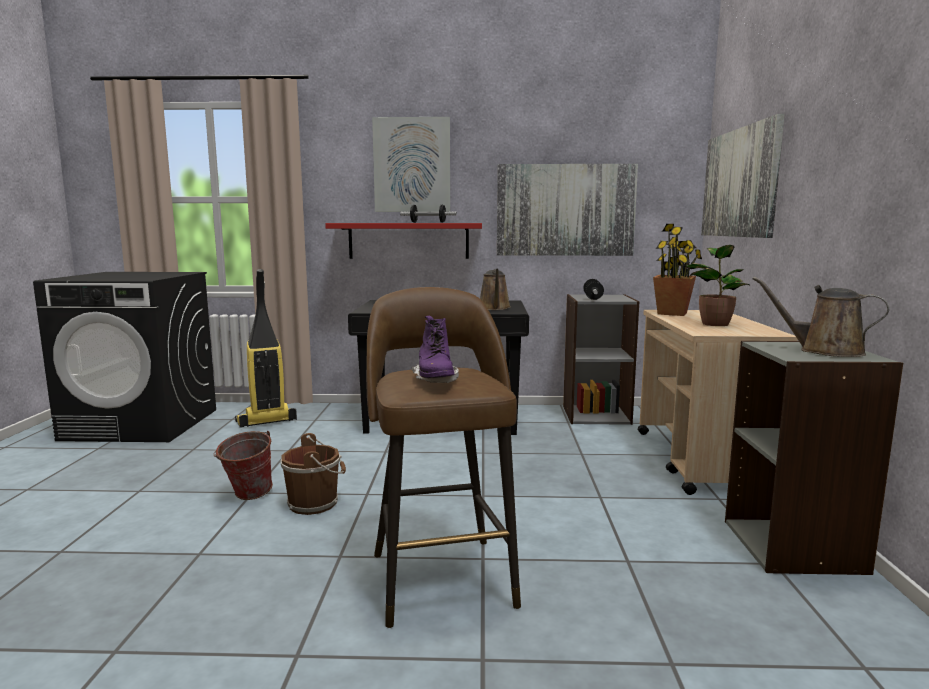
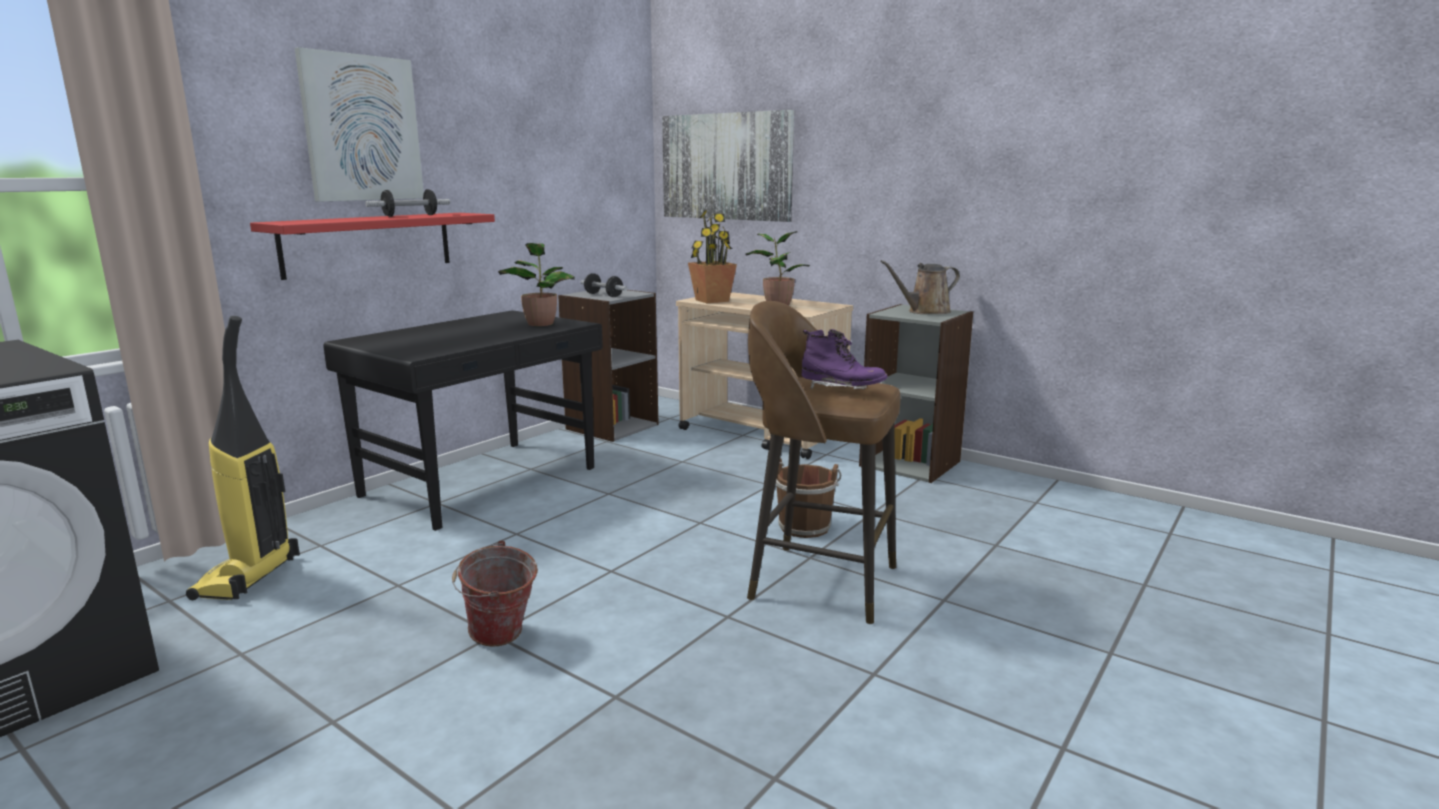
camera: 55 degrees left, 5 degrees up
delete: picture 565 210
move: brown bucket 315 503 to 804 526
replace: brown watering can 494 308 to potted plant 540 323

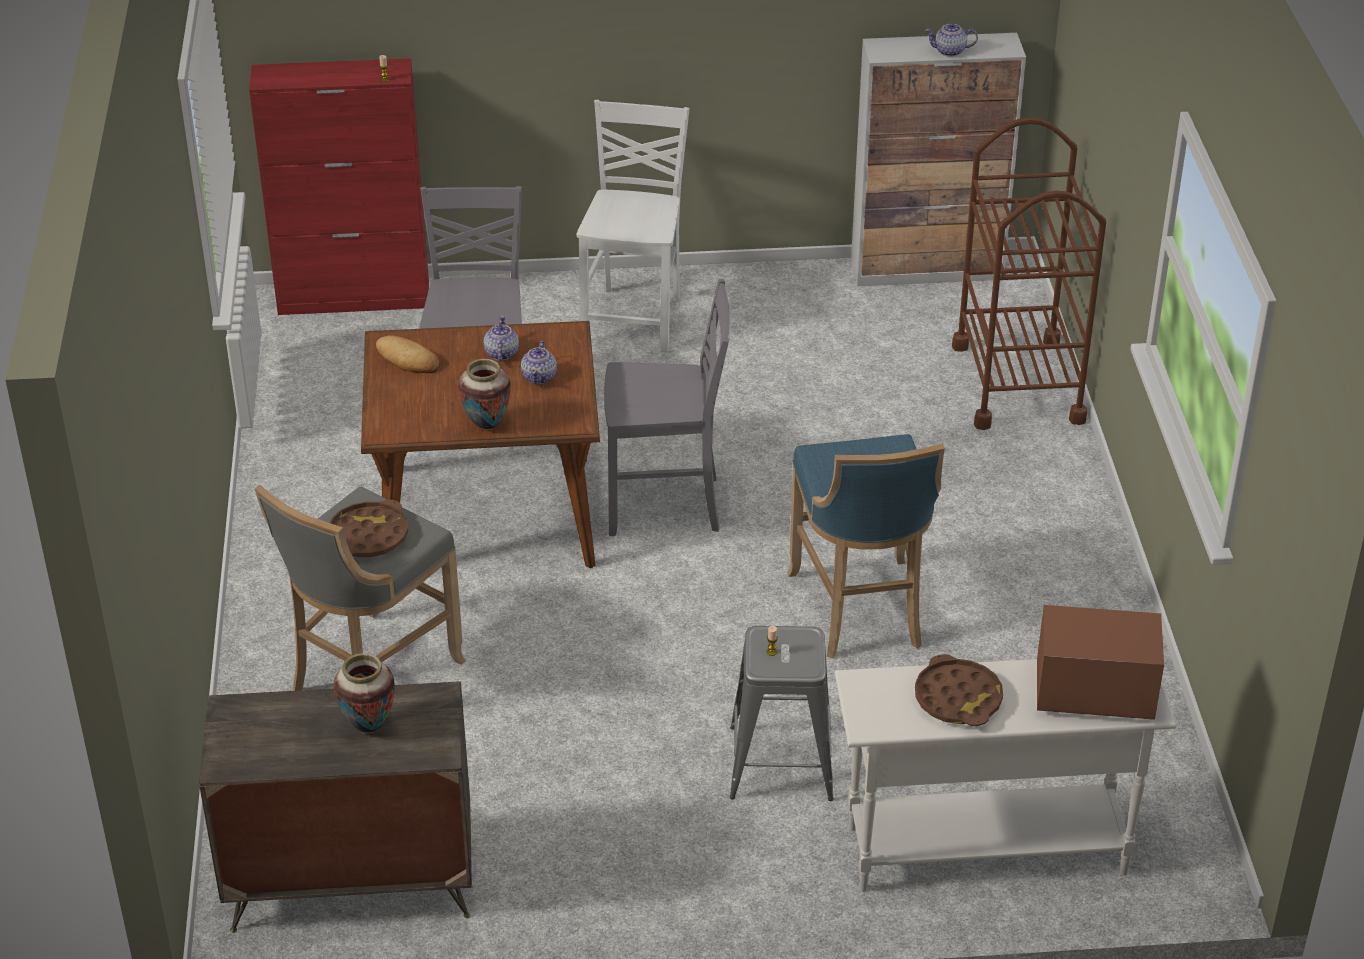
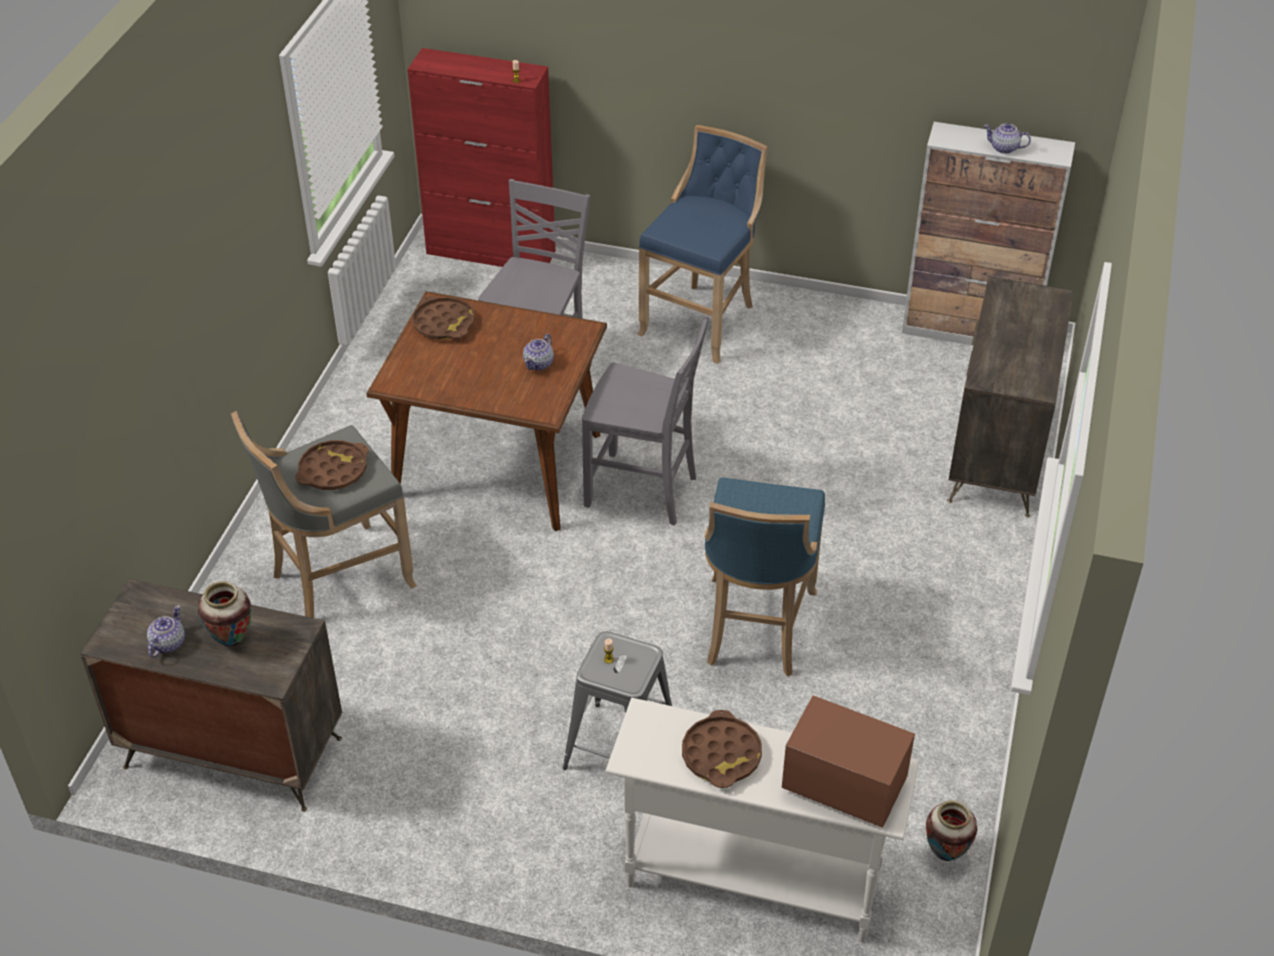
camera: 20 degrees right, 5 degrees up
move: vase 486 426 to 945 854; teapot 501 353 to 167 644
replace: bread 407 359 to brown tray 444 323; white chair 635 318 to blue stool 702 320; brown cart 1018 383 to dresser 997 453

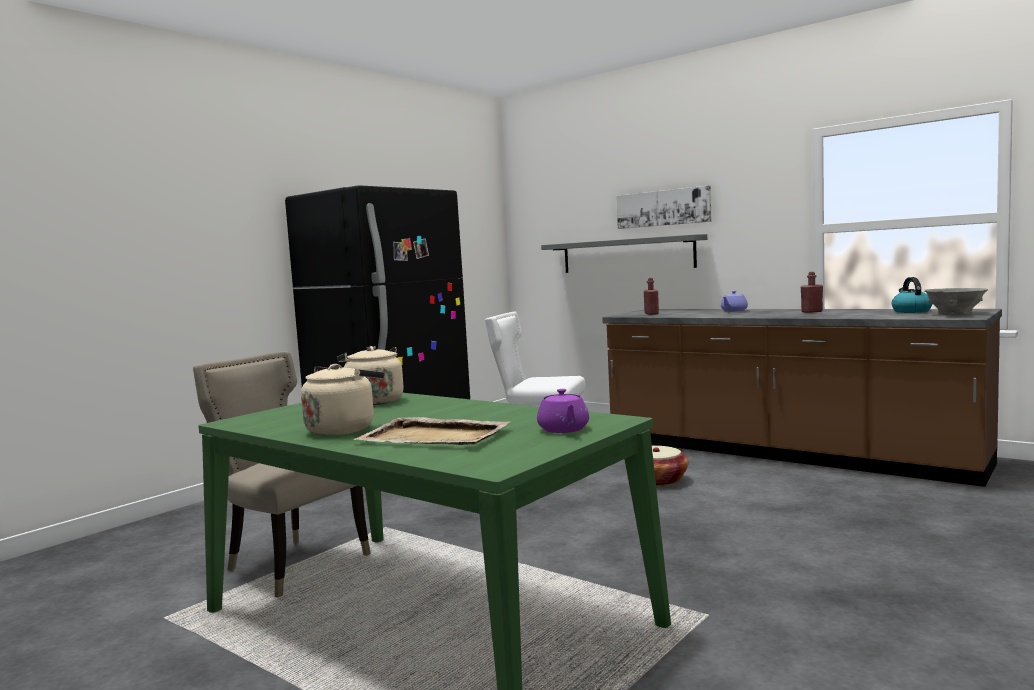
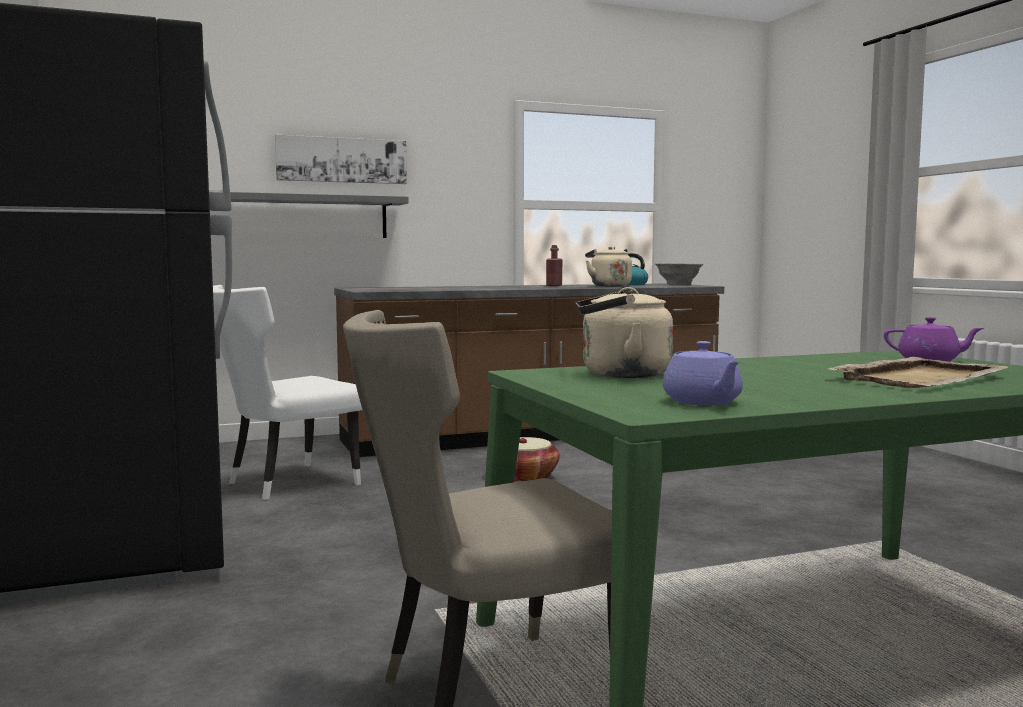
camera: 60 degrees left, 0 degrees up
delete: red bottle 651 314
move: beige kettle 343 429 to 609 286; purple teapot 733 311 to 703 402

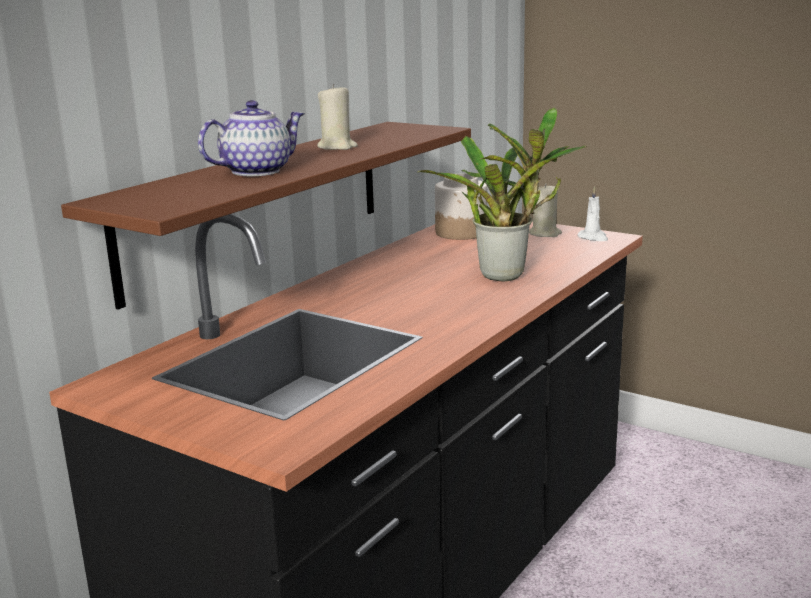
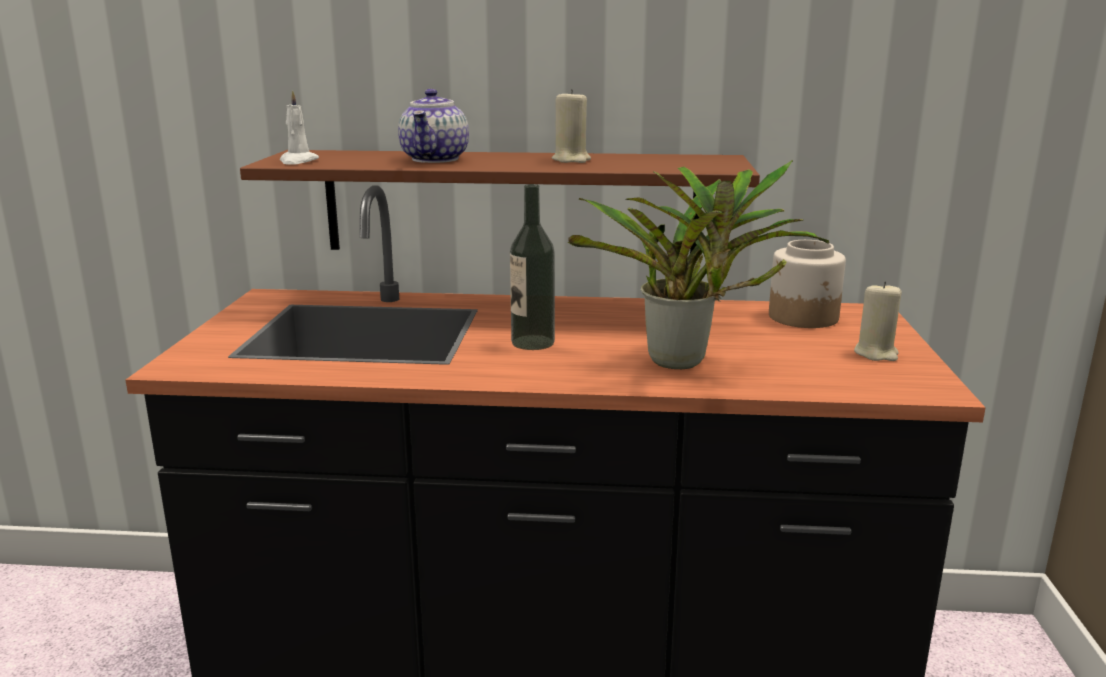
camera: 60 degrees right, 0 degrees up
insert: bottle 532 342
move: white candle 593 238 to 298 161
rotate: teapot 256 171 = 435 159 75 degrees clockwise

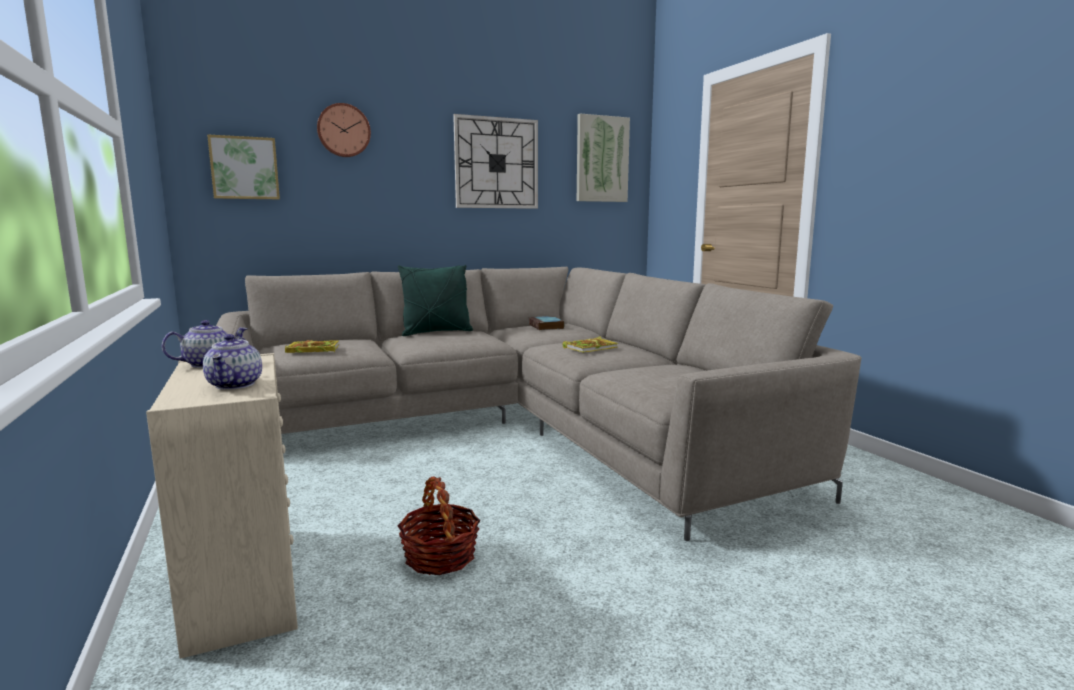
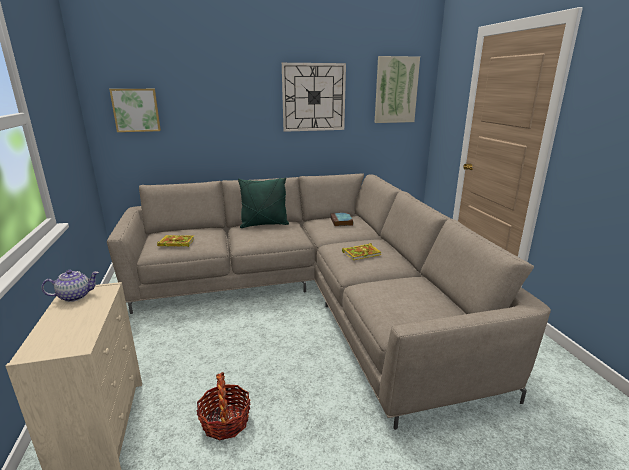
camera: 10 degrees right, 10 degrees up
delete: teapot 235 385; wall clock 343 130

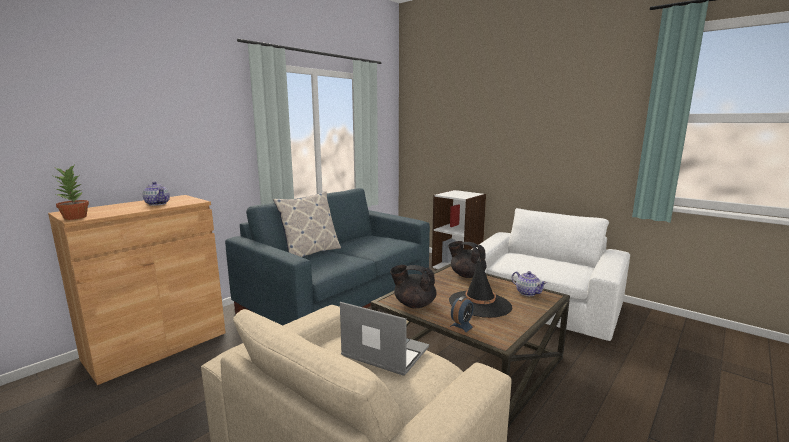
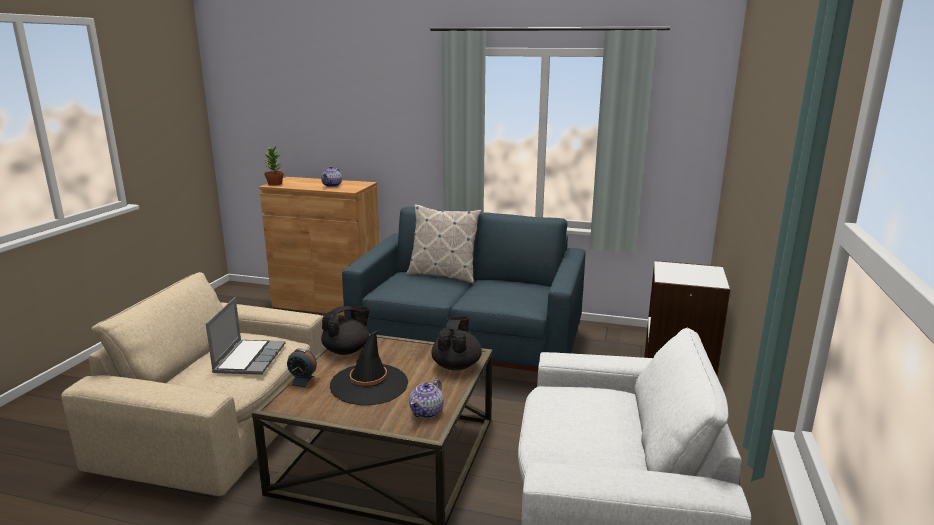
camera: 65 degrees right, 5 degrees up
rotate: black teapot 414 304 = 347 350 60 degrees clockwise

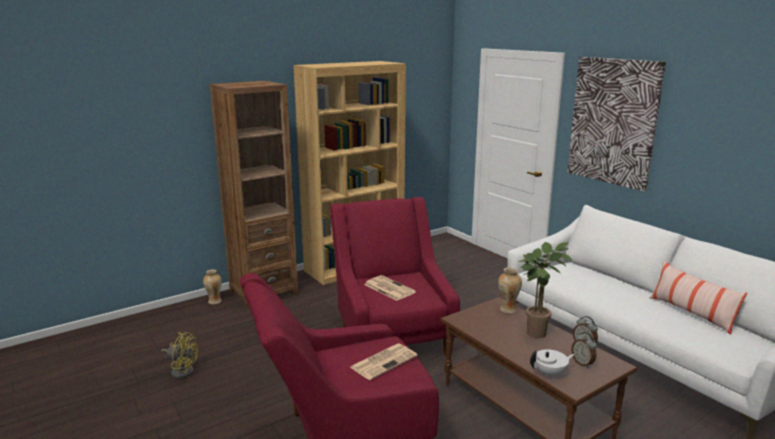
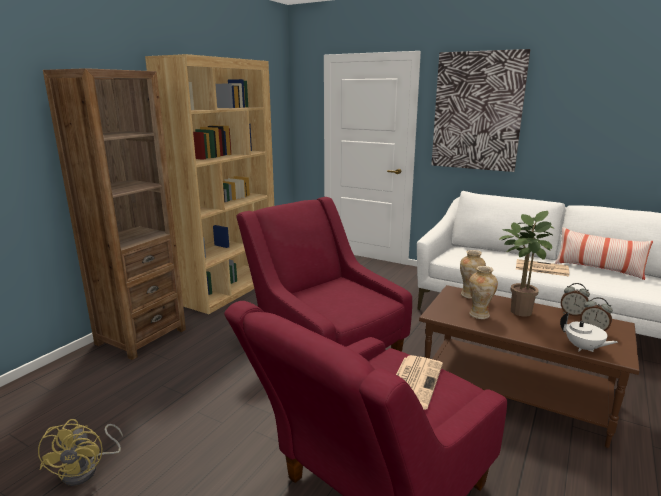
camera: 25 degrees left, 0 degrees up
move: vase 214 301 to 479 315; newspaper 388 288 to 540 268
rotate: yellow fan 181 370 = 87 469 90 degrees clockwise; white teapot 550 373 = 583 348 90 degrees clockwise

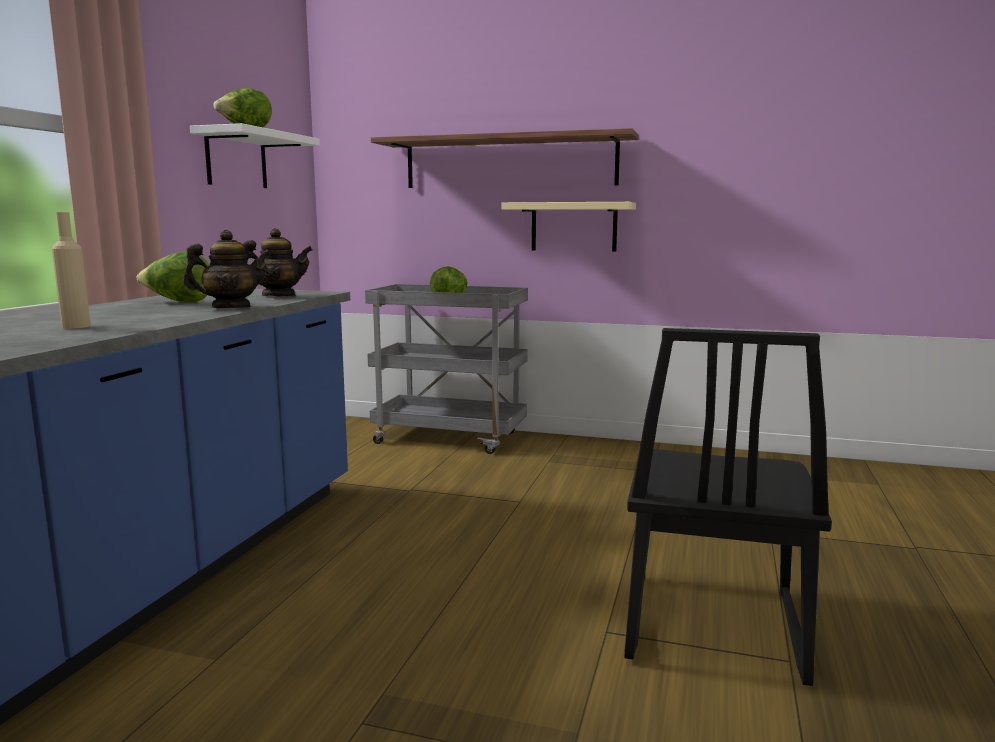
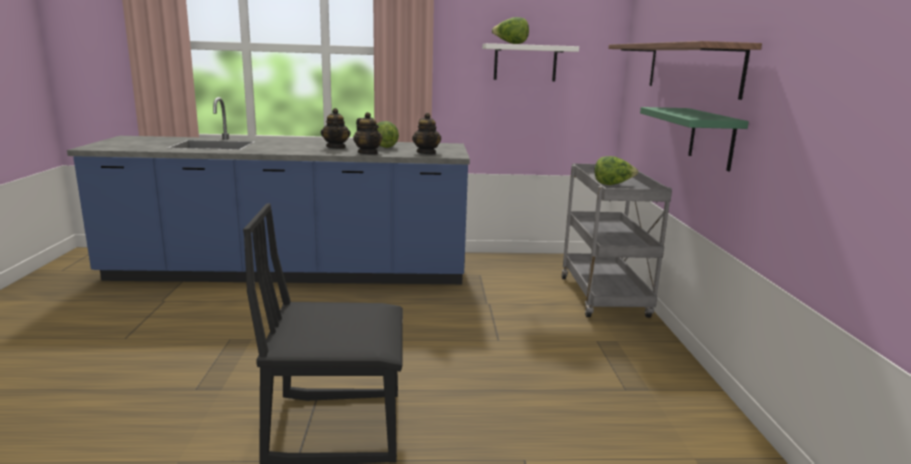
camera: 70 degrees right, 5 degrees up
delete: beige bottle 76 326
insert: teapot 336 147
recolor: beige shelf 574 227 to green shelf 712 138

